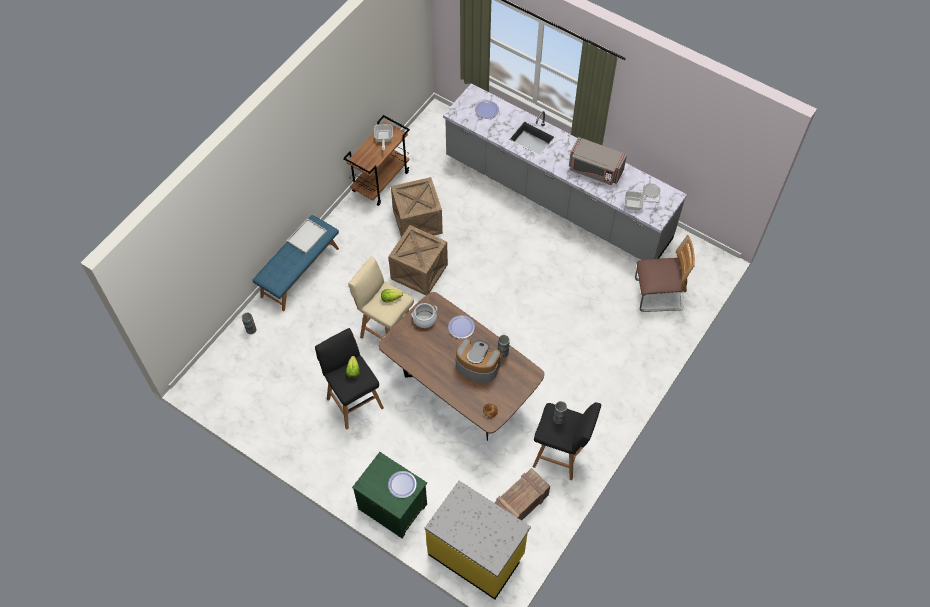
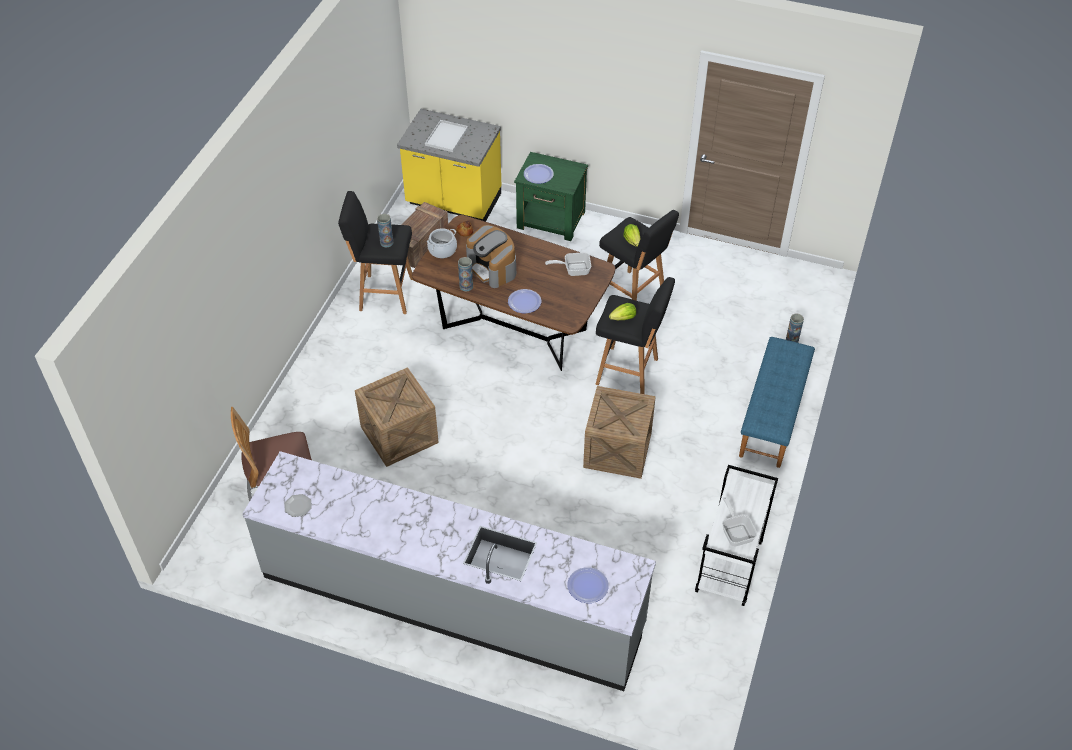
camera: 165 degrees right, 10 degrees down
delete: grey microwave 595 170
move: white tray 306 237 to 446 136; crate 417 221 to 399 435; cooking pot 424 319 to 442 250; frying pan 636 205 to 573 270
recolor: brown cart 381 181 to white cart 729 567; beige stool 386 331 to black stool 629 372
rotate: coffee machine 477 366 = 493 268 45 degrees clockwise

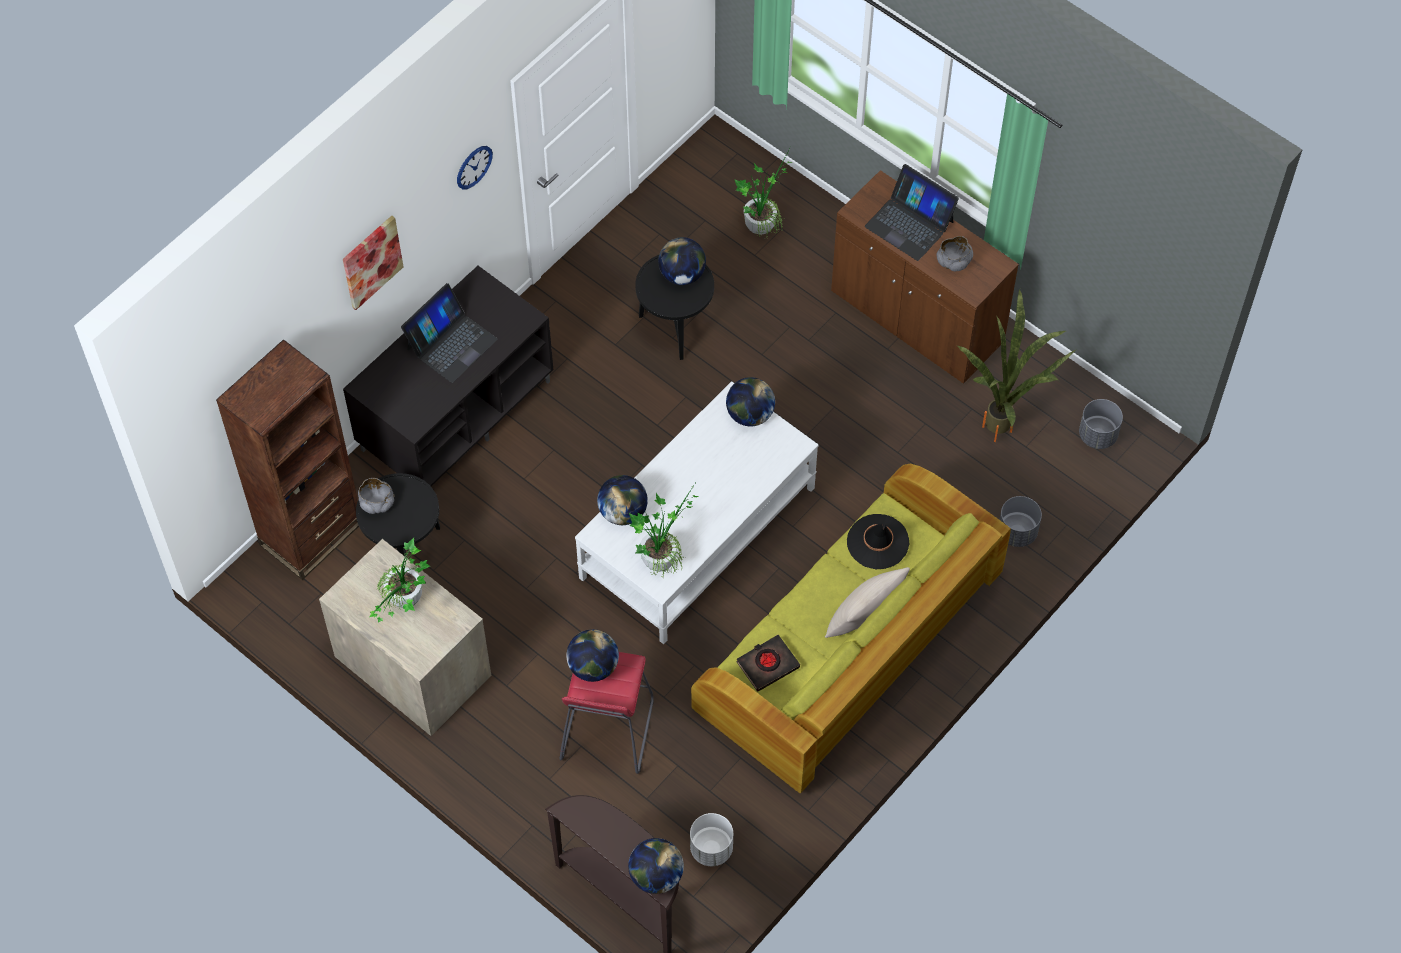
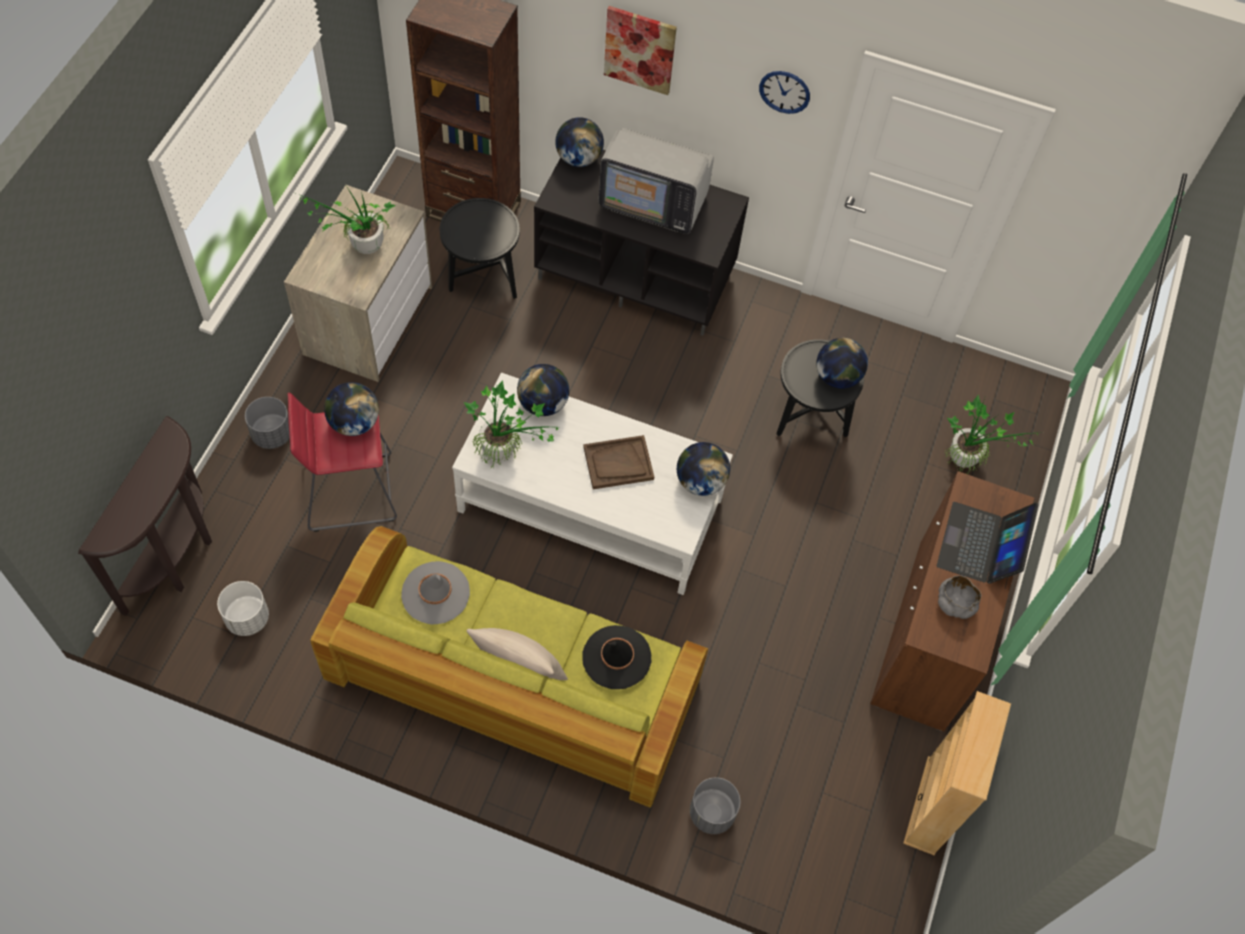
camera: 65 degrees right, 0 degrees up
delete: grey bowl 377 502; potted plant 1005 427
insert: brown tray 618 463; beige bookcase 931 805
move: globe 656 876 to 578 158; grey planter 1097 435 to 272 434
replace: laptop 451 343 to television 653 202; black book 767 664 to grey hat 435 593

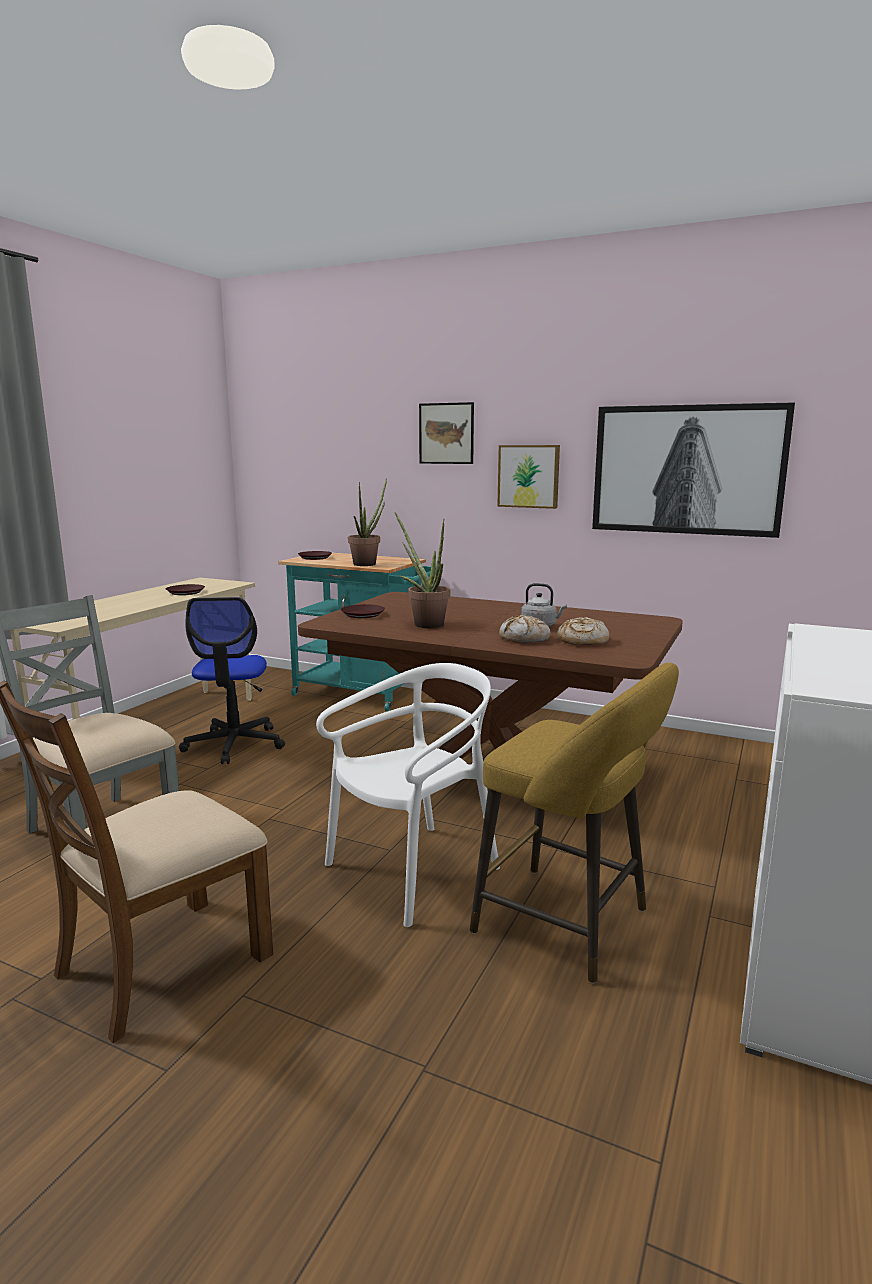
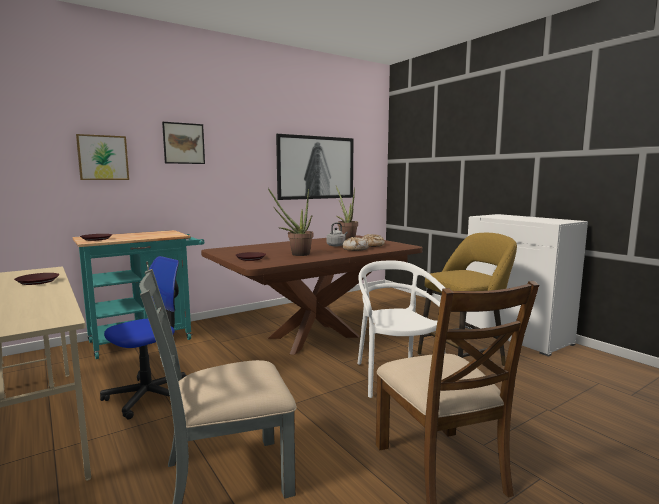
camera: 60 degrees left, 5 degrees down
move: potted plant 368 563 to 346 239; picture 529 476 to 103 157
rotate: office chair 234 744 = 149 396 75 degrees counterclockwise

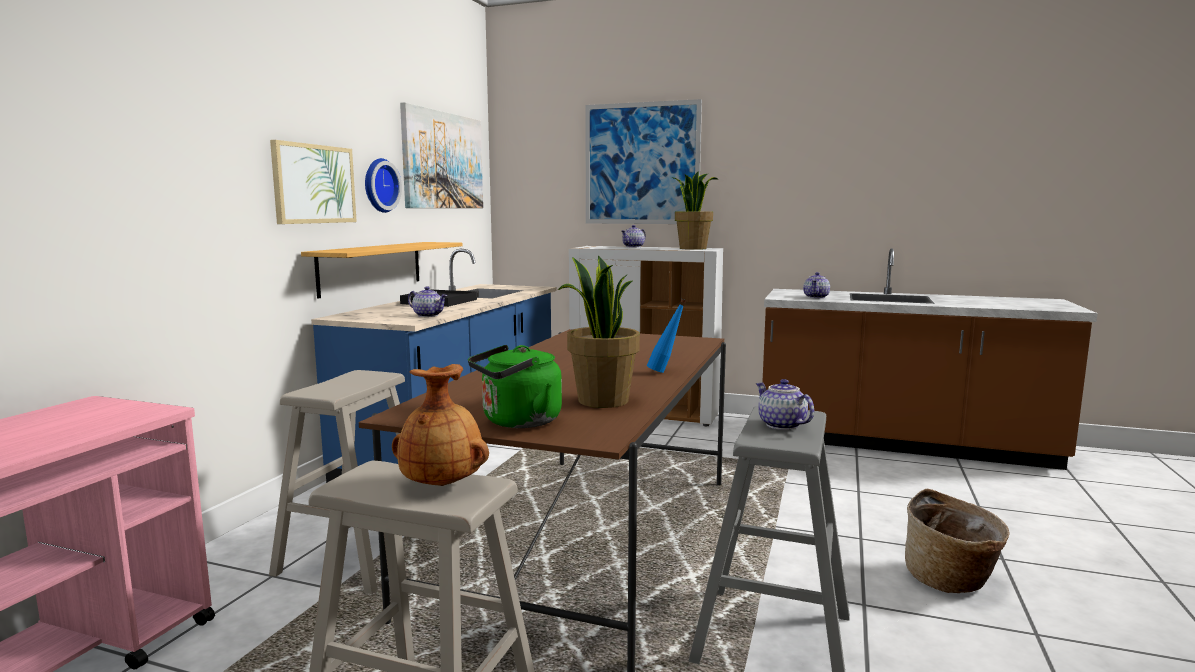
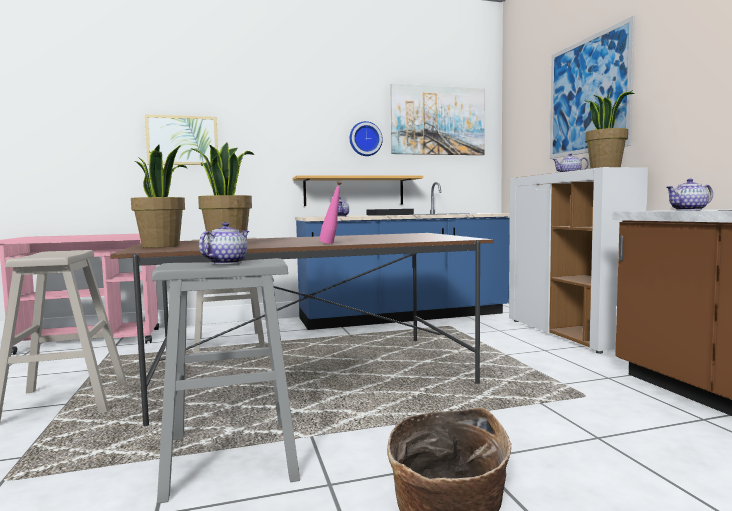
camera: 55 degrees right, 5 degrees down
delete: brown vase 442 484
move: picture 314 184 to 182 140
replace: green kettle 517 422 to potted plant 162 246
recolor: blue bottle 665 372 to pink bottle 331 243

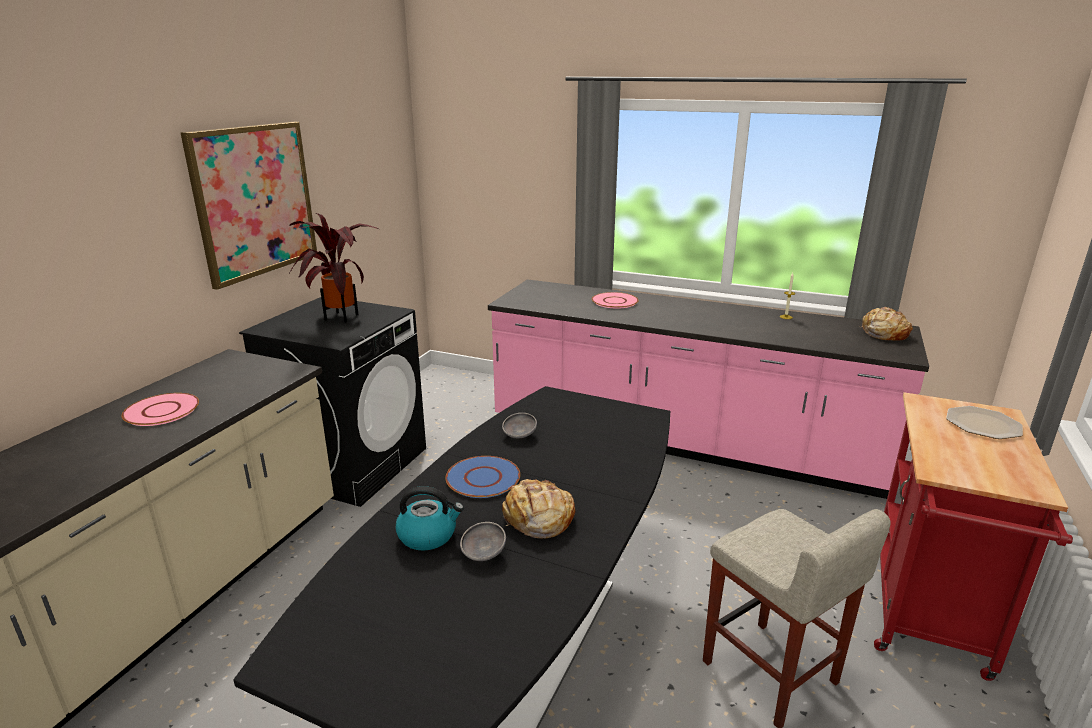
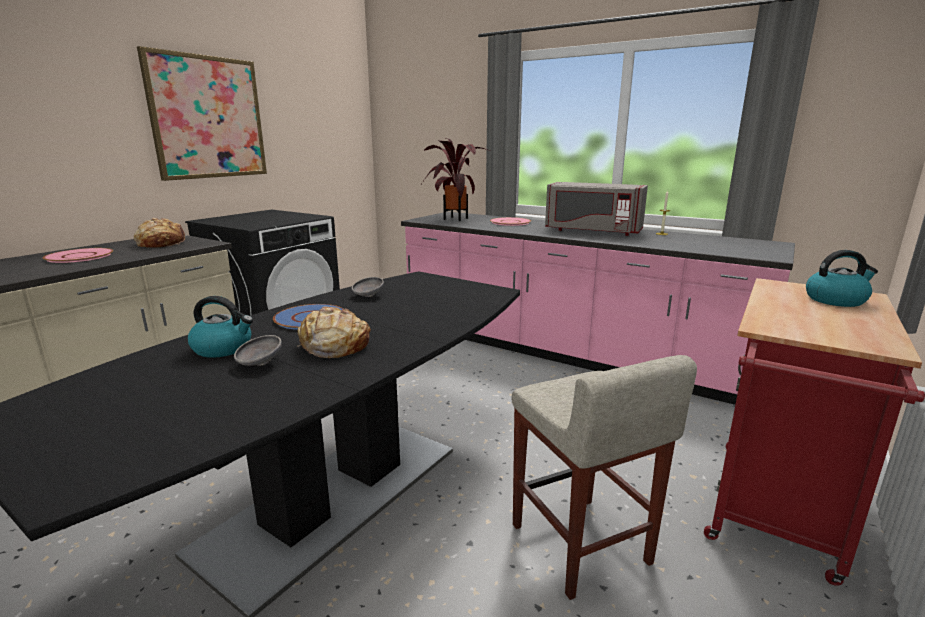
camera: 10 degrees right, 5 degrees down
insert: grey microwave 592 231
move: potted plant 338 318 to 453 219; bread 883 333 to 161 243
replace: plate 982 424 to kettle 836 300

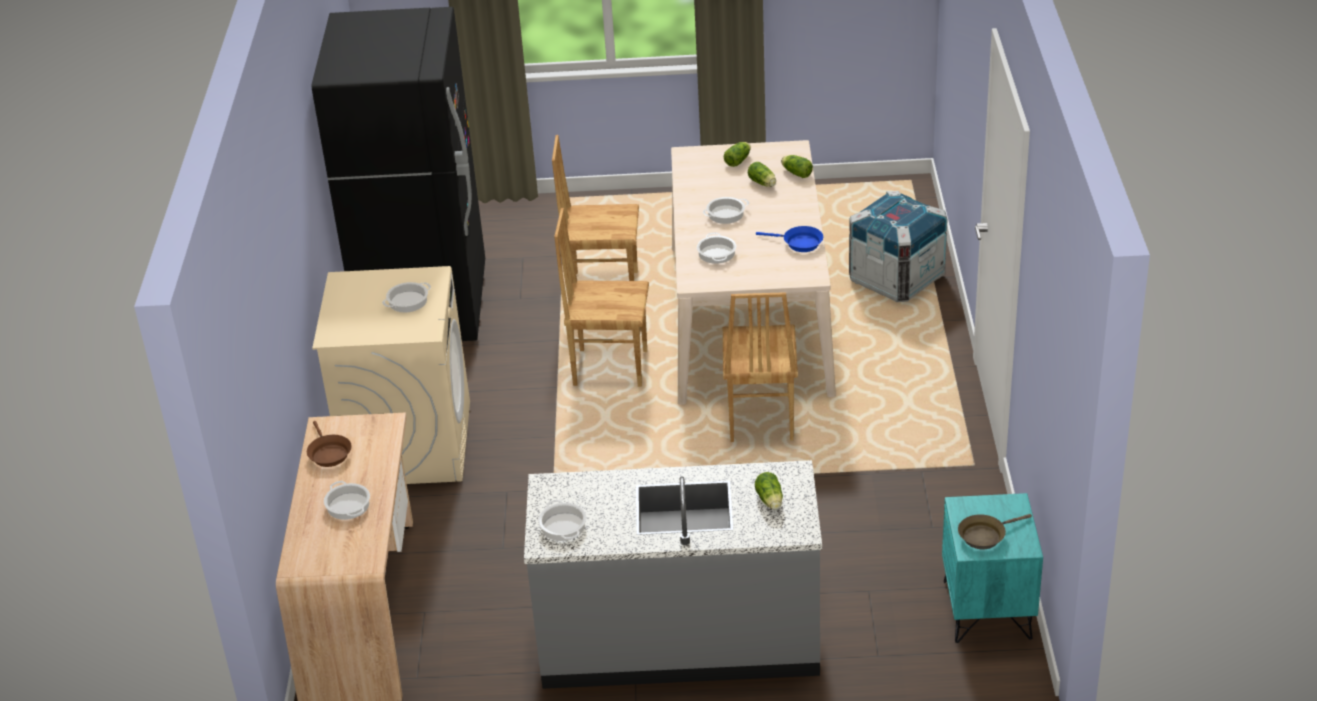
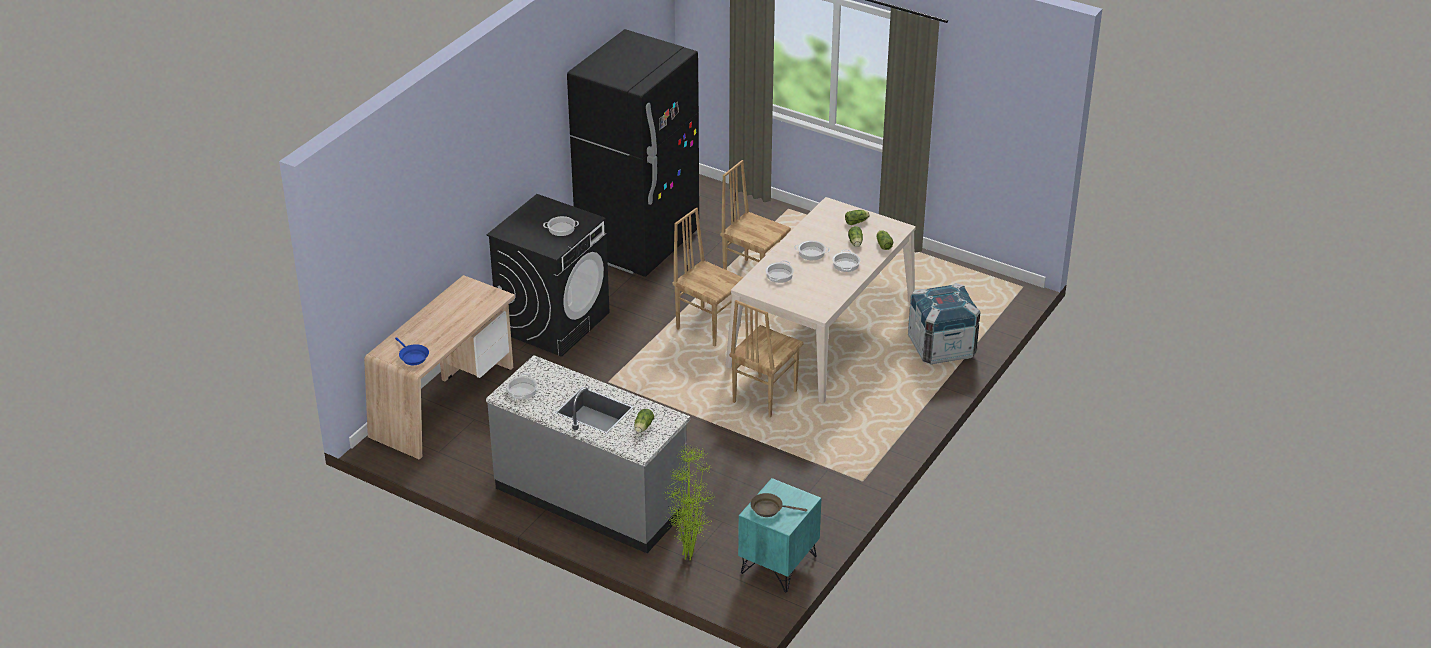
camera: 30 degrees right, 0 degrees up
delete: brown frying pan 328 453
insert: potted plant 690 556
move: cooking pot 348 505 to 846 264; blue frying pan 799 243 to 412 357
recolor: beige washing machine 408 443 to black washing machine 553 321

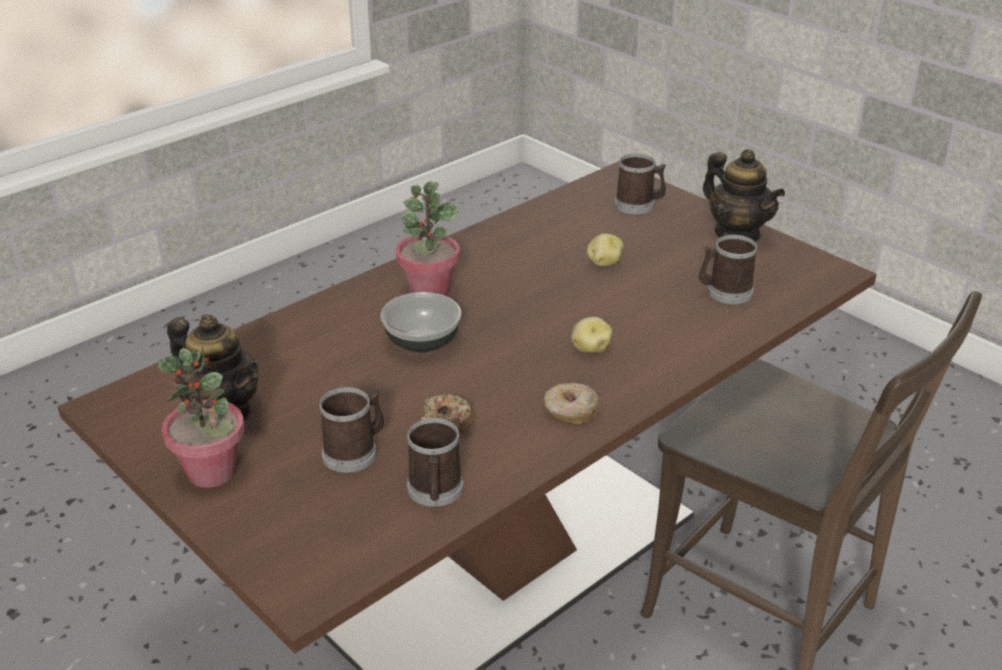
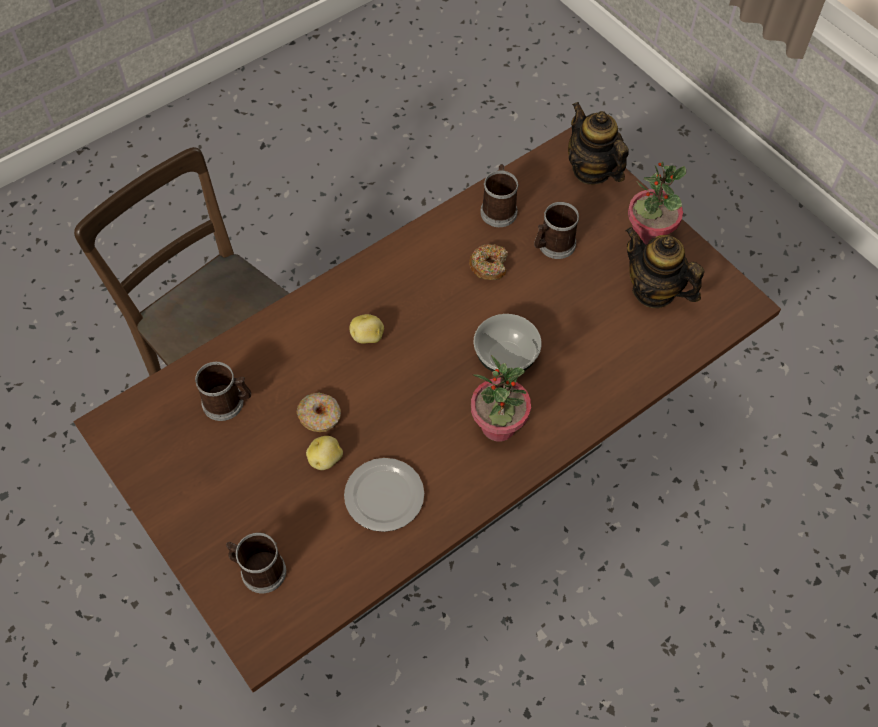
camera: 175 degrees left, 25 degrees up
insert: plate 385 497
move: donut 570 410 to 320 416; teapot 737 233 to 592 170

